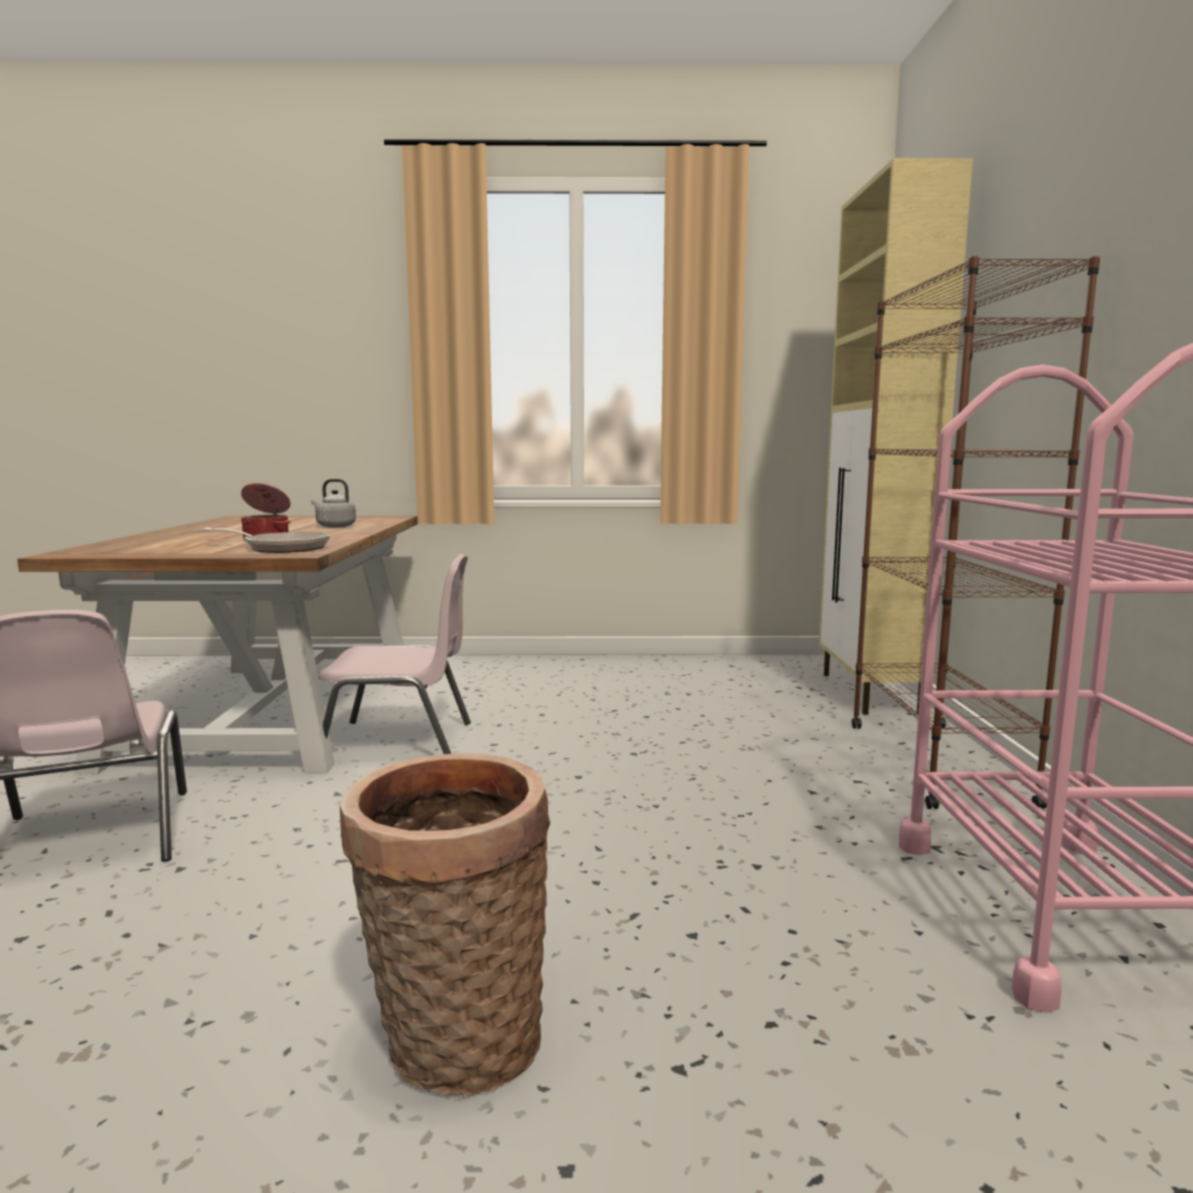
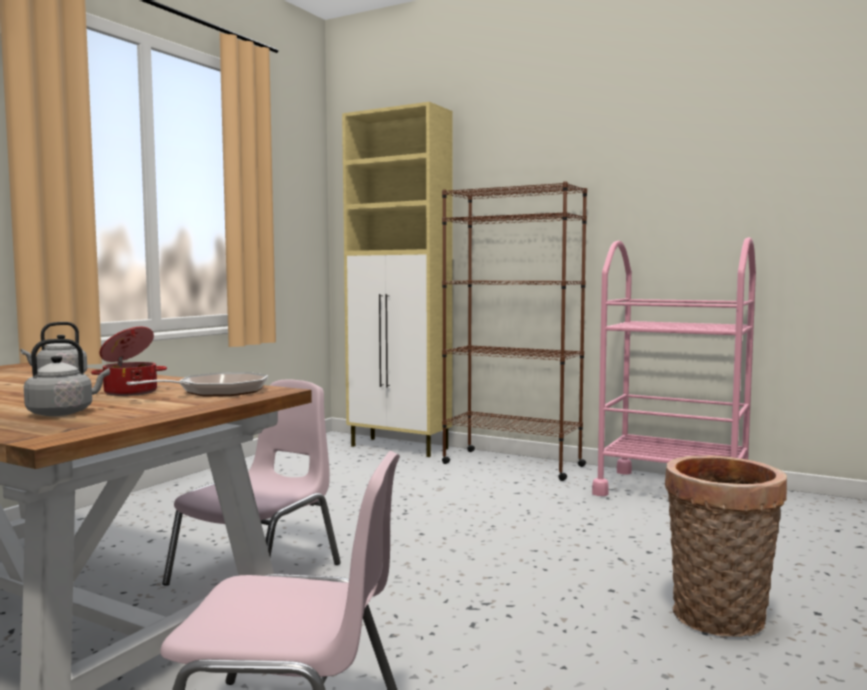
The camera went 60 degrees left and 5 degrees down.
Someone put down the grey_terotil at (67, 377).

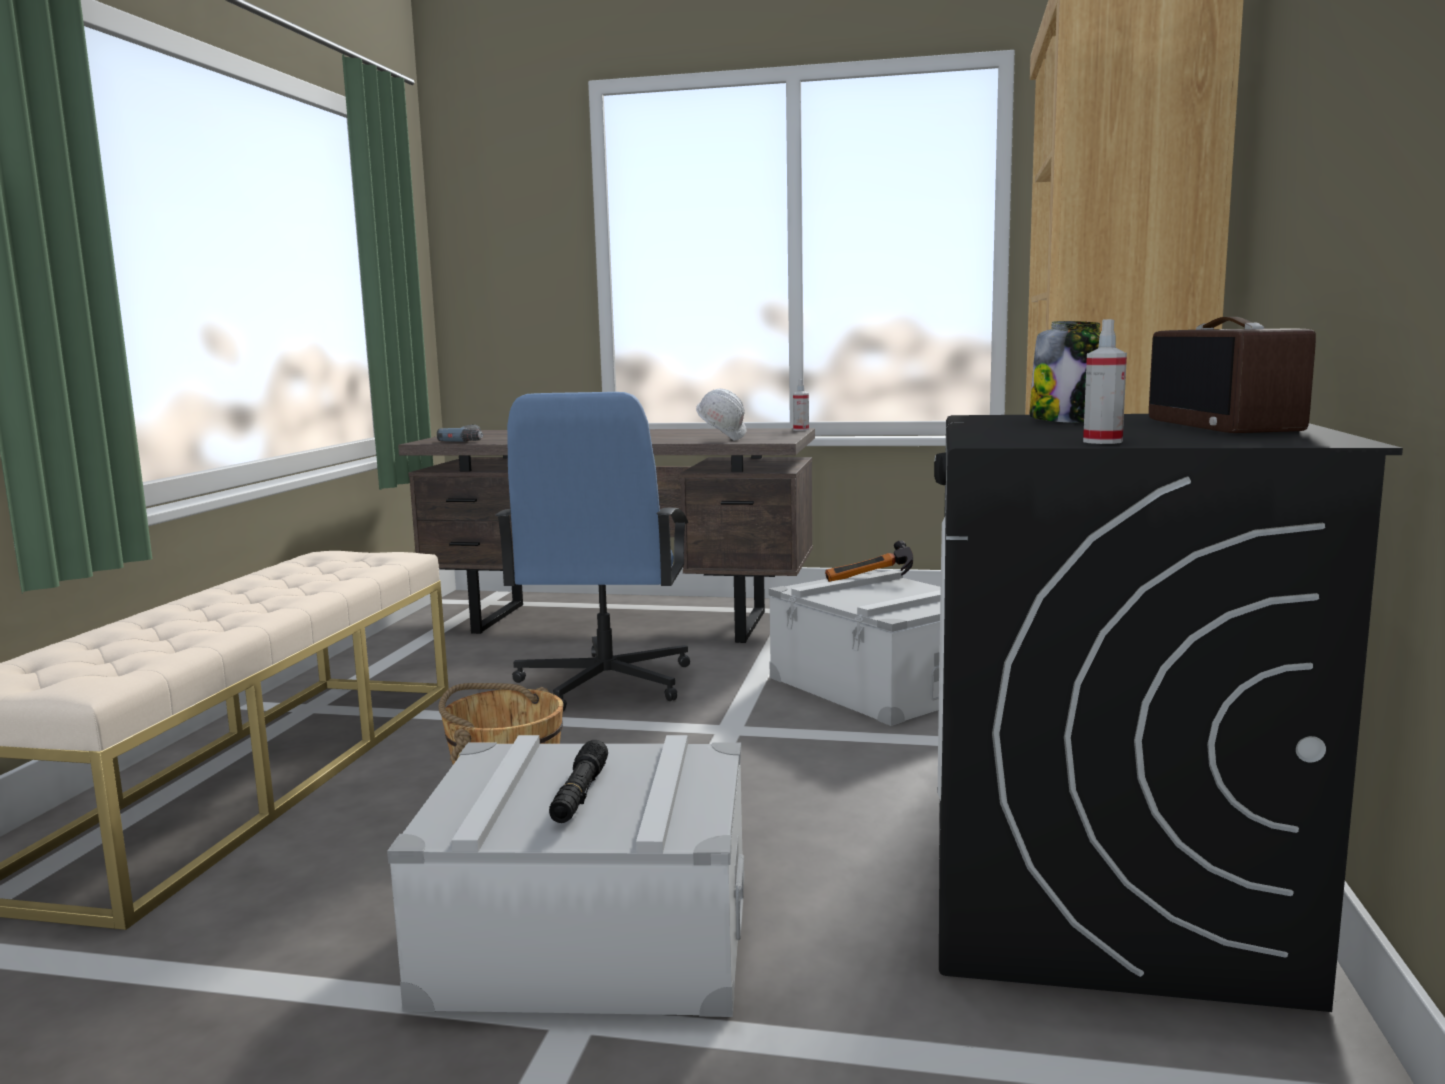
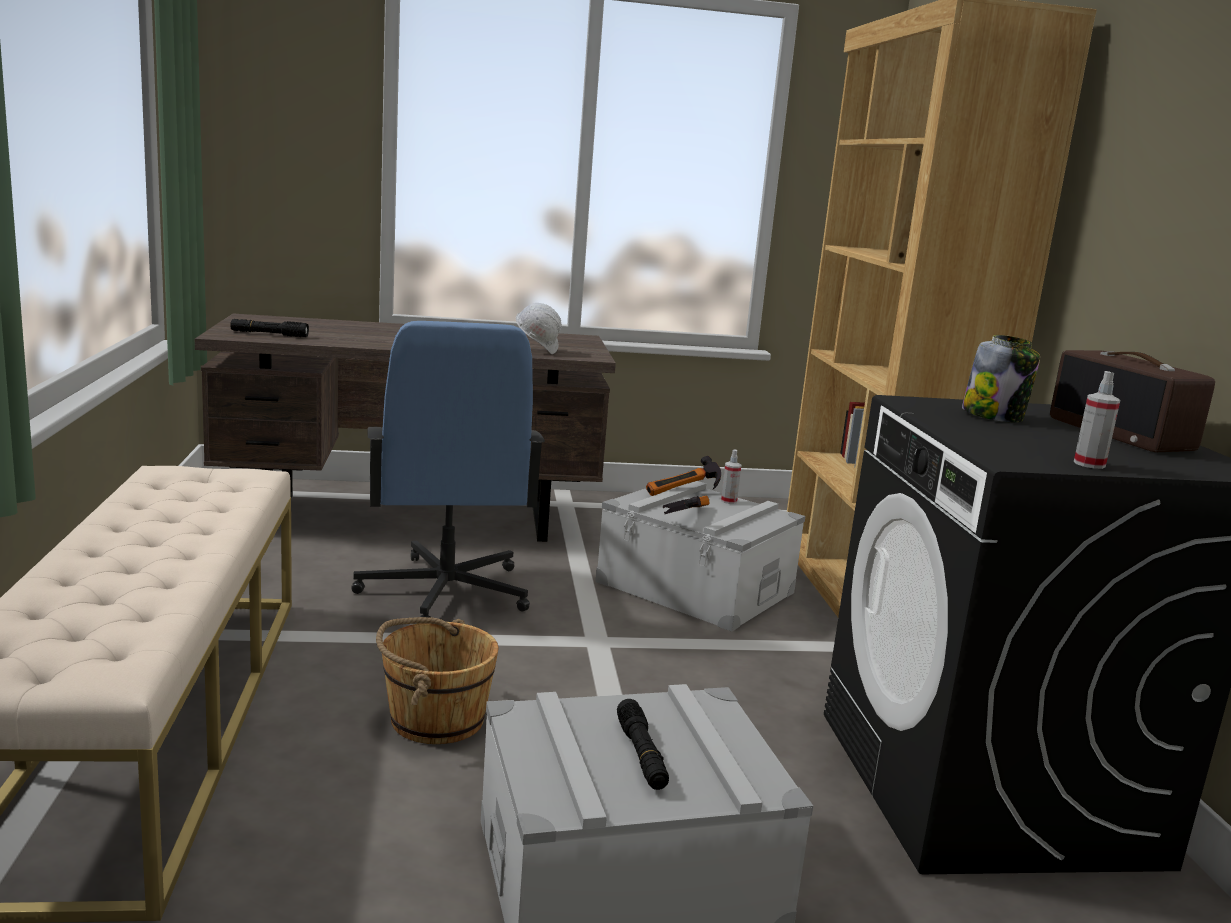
The camera went 20 degrees left and 5 degrees up.
Someone swapped the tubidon at (460, 433) for the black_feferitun at (269, 328).
Someone carried the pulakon from (801, 405) to (731, 477).
Someone put down the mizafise at (686, 504).

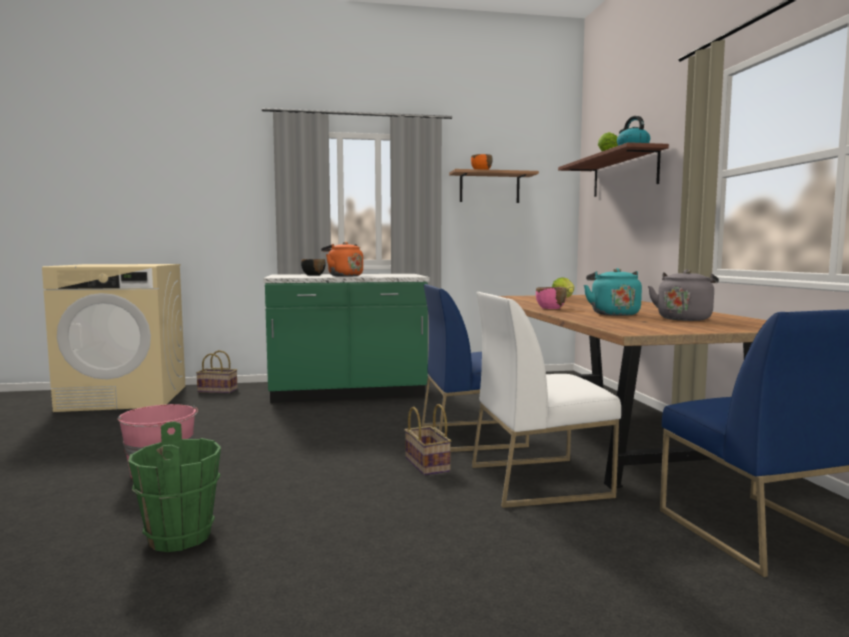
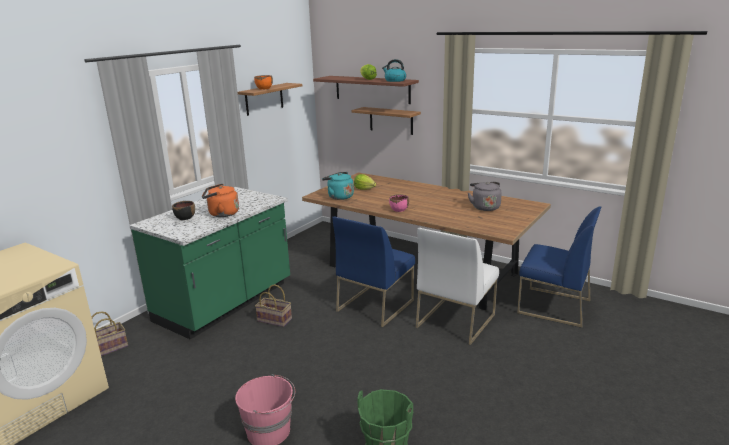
The camera went 45 degrees left and 15 degrees up.
Someone carried the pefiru from (428, 439) to (273, 305).
Someone carried the turquoise_terotil from (613, 292) to (338, 186).
Someone put up the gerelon at (386, 121).

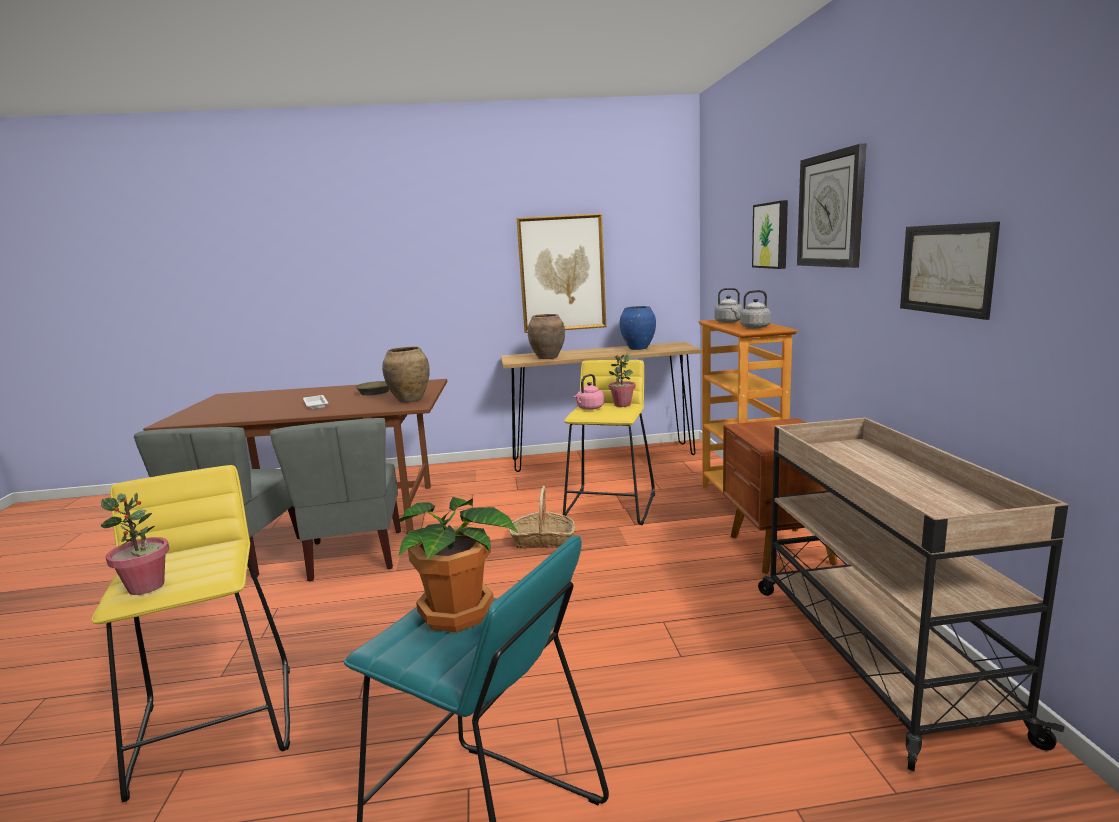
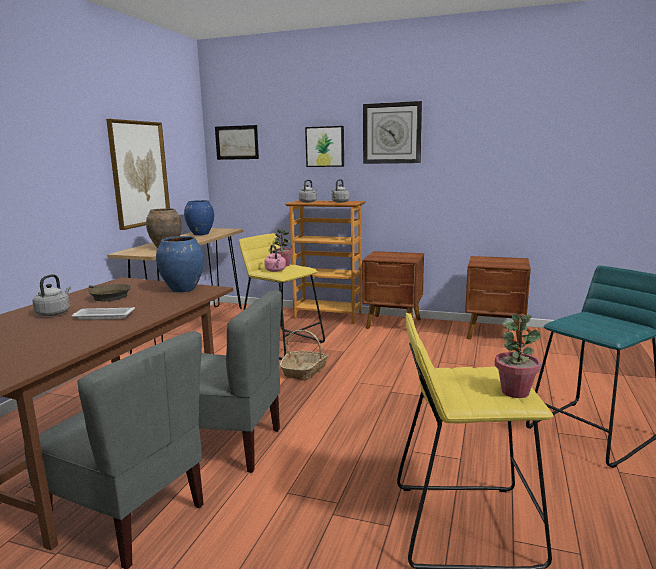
The camera went 65 degrees left and 0 degrees up.
Someone repainted the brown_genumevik at (406, 374), which became the blue_genumevik at (180, 264).
Someone took away the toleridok at (457, 564).
Someone swapped the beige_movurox at (913, 594) for the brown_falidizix at (498, 299).
Someone carried the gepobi from (950, 270) to (237, 142).
Someone put down the grey_terotil at (52, 295).

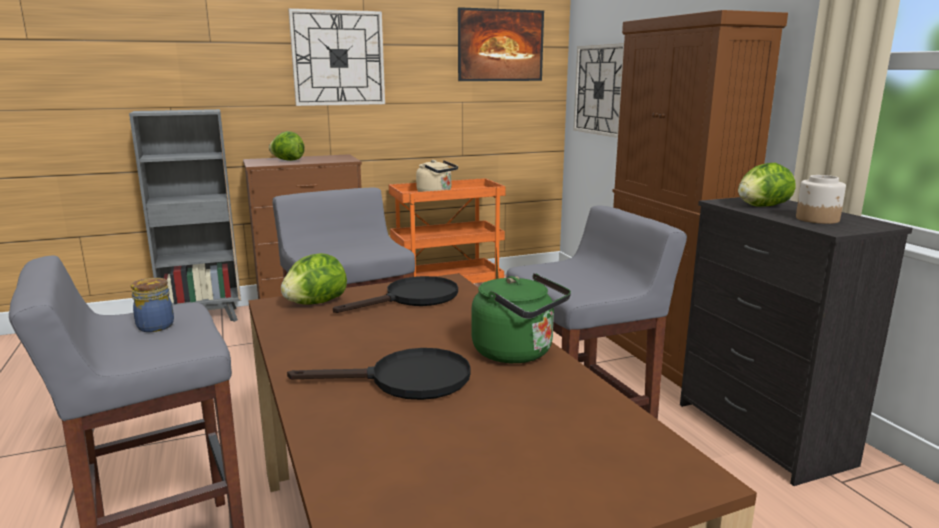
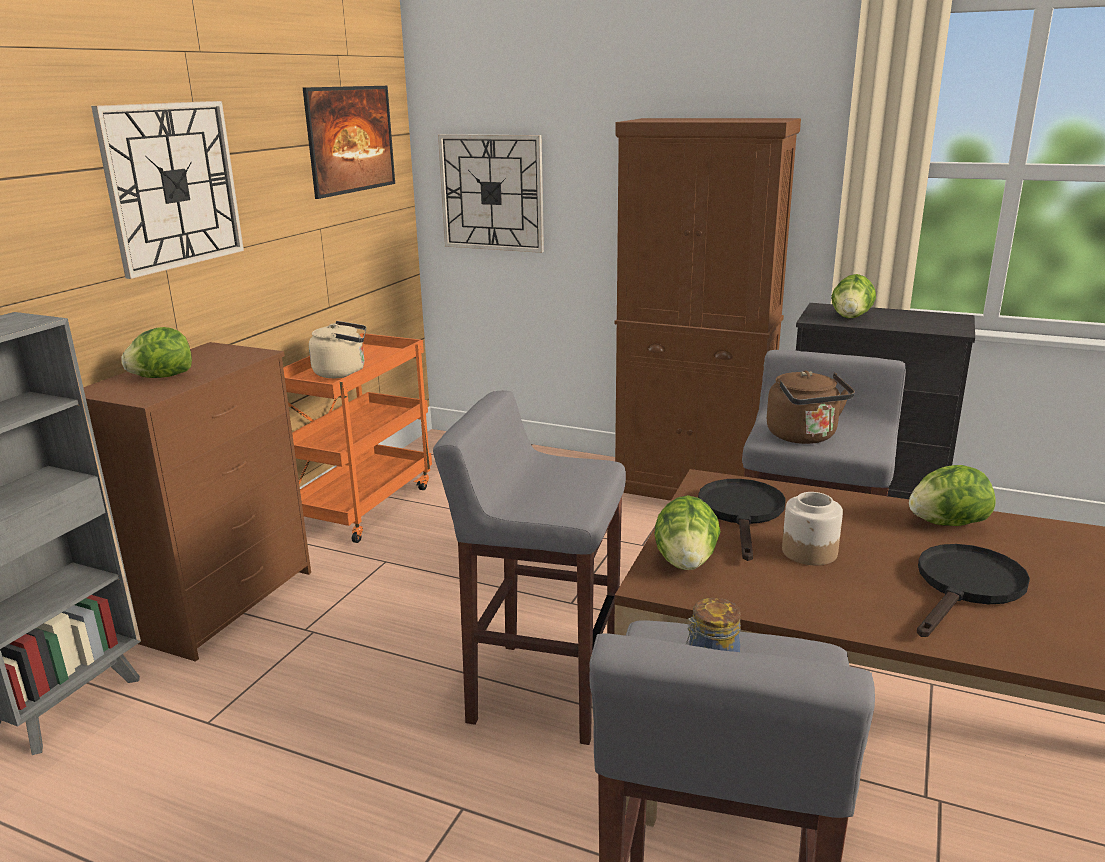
The camera went 45 degrees left and 5 degrees up.
Someone swapped the green_terotil at (521, 318) for the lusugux at (952, 495).
Someone carried the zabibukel from (821, 199) to (812, 528).
Someone put down the brown_terotil at (811, 407).

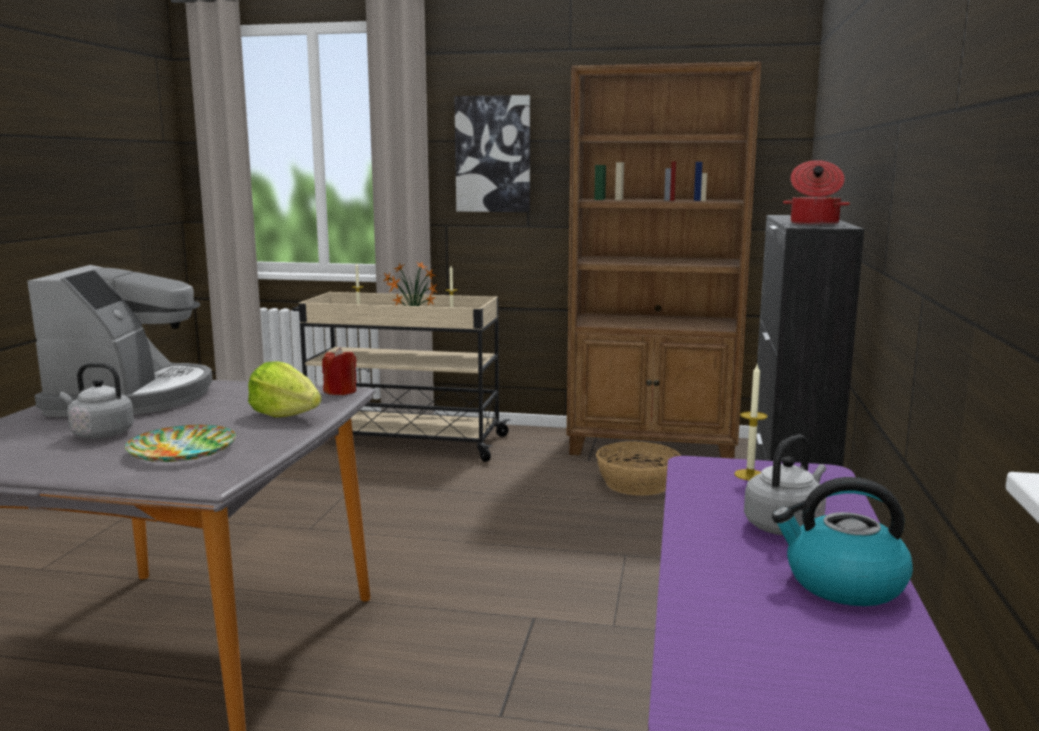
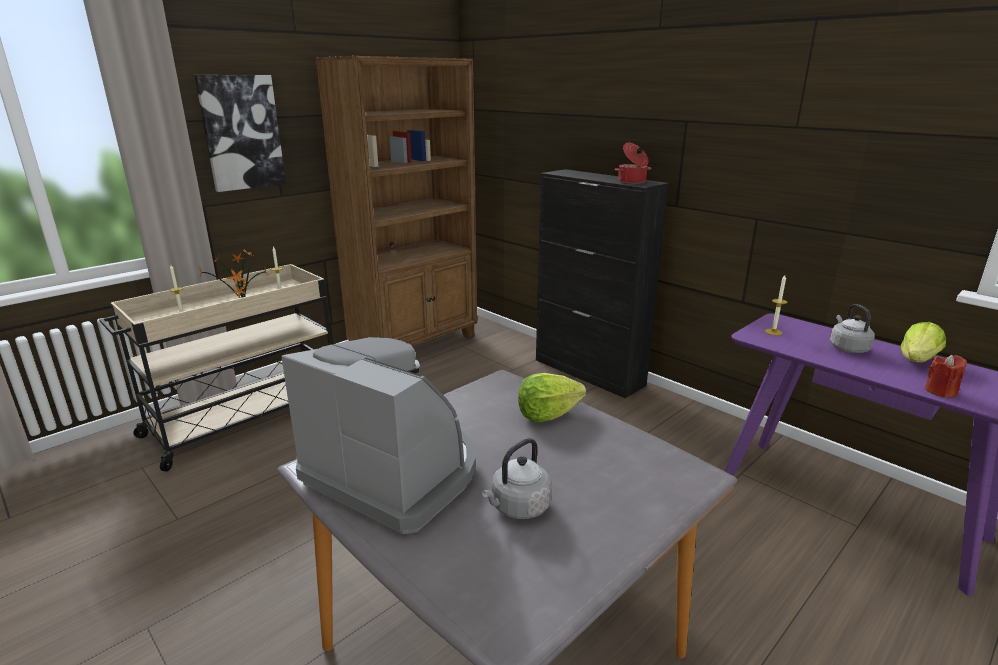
The camera went 55 degrees left and 10 degrees up.
Someone took away the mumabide at (180, 443).
Someone carried the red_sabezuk from (339, 371) to (946, 376).
Someone took away the pefiru at (638, 468).
Someone swapped the terotil at (842, 541) for the lusugux at (923, 342).

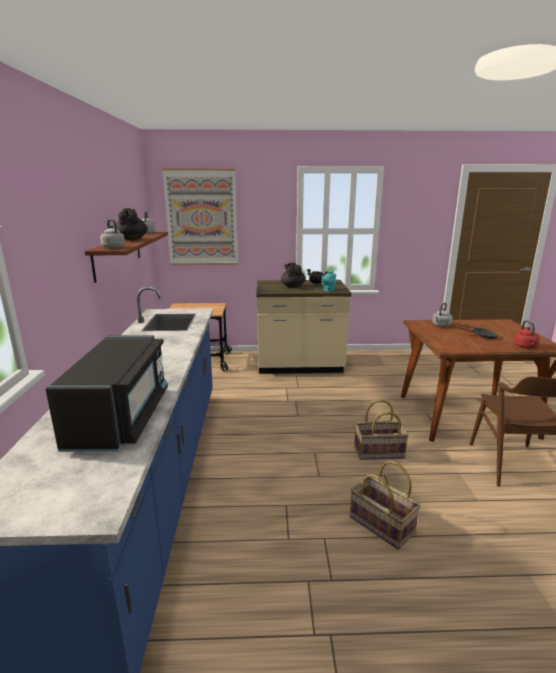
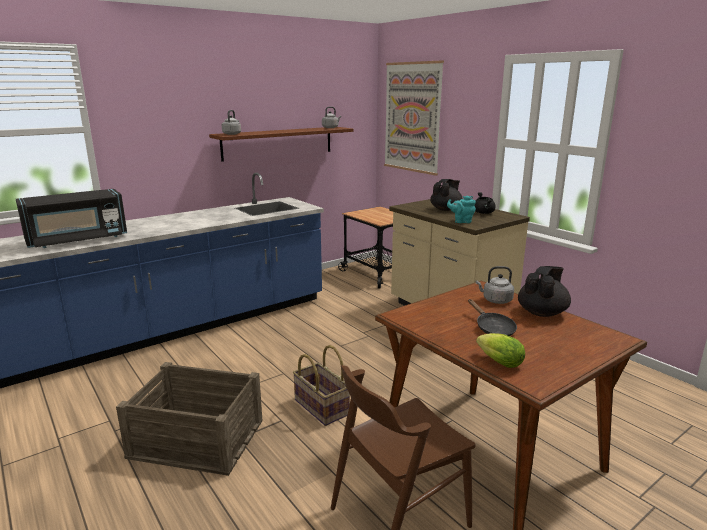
The camera went 55 degrees right and 0 degrees up.
Someone carried the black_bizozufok from (131, 224) to (544, 291).
Someone swapped the pefiru at (385, 505) for the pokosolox at (189, 419).
Someone swapped the red_terotil at (527, 334) for the lusugux at (500, 350).

